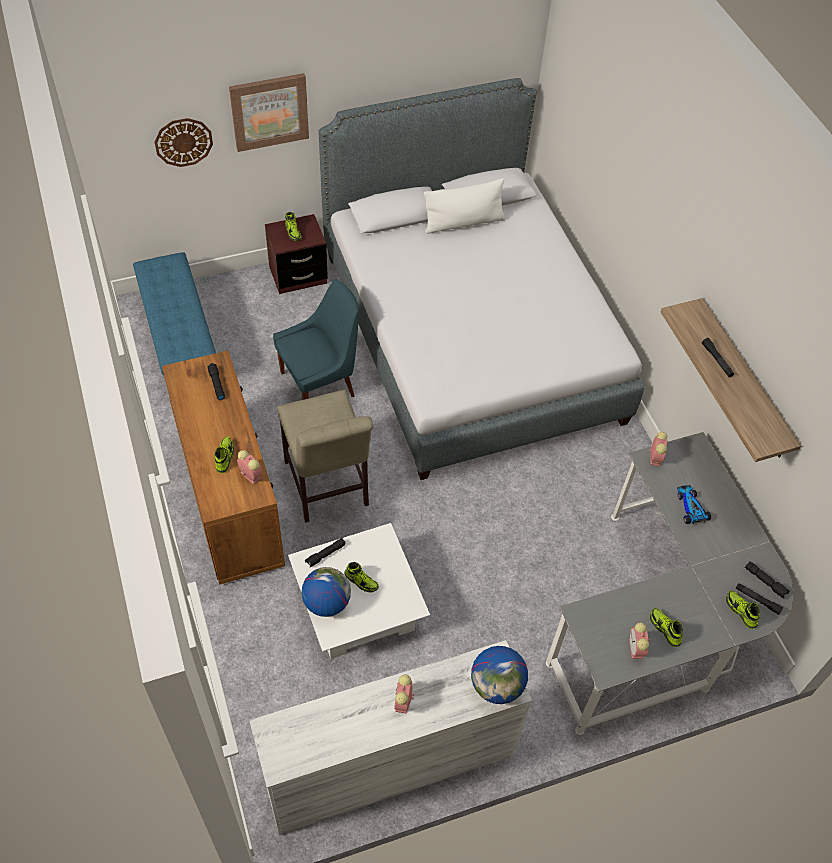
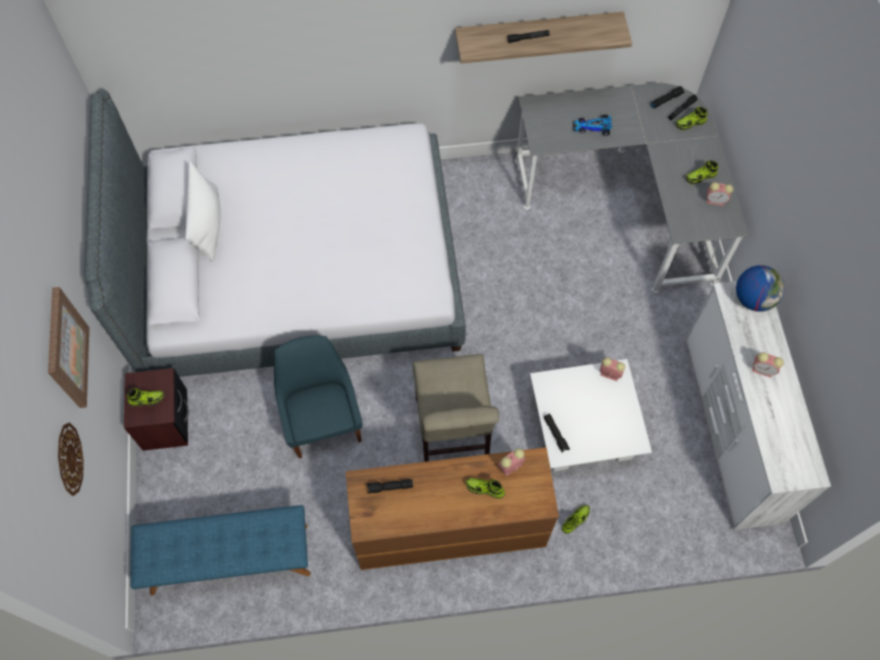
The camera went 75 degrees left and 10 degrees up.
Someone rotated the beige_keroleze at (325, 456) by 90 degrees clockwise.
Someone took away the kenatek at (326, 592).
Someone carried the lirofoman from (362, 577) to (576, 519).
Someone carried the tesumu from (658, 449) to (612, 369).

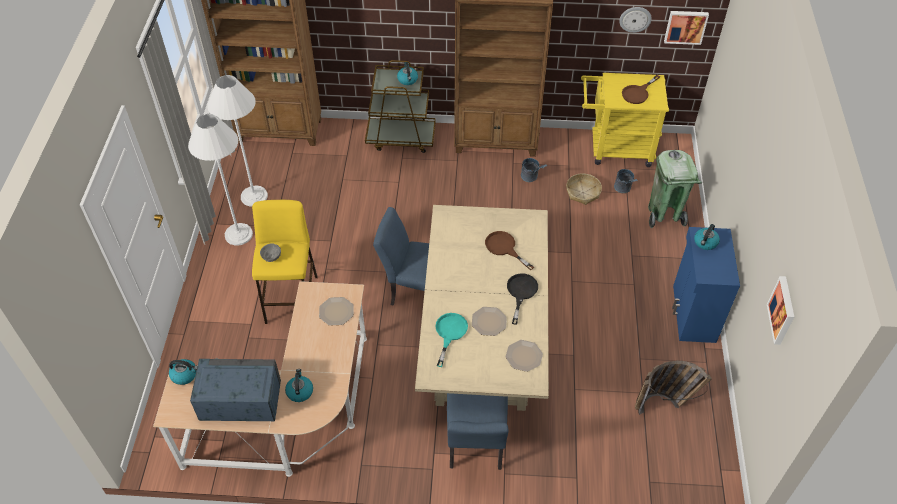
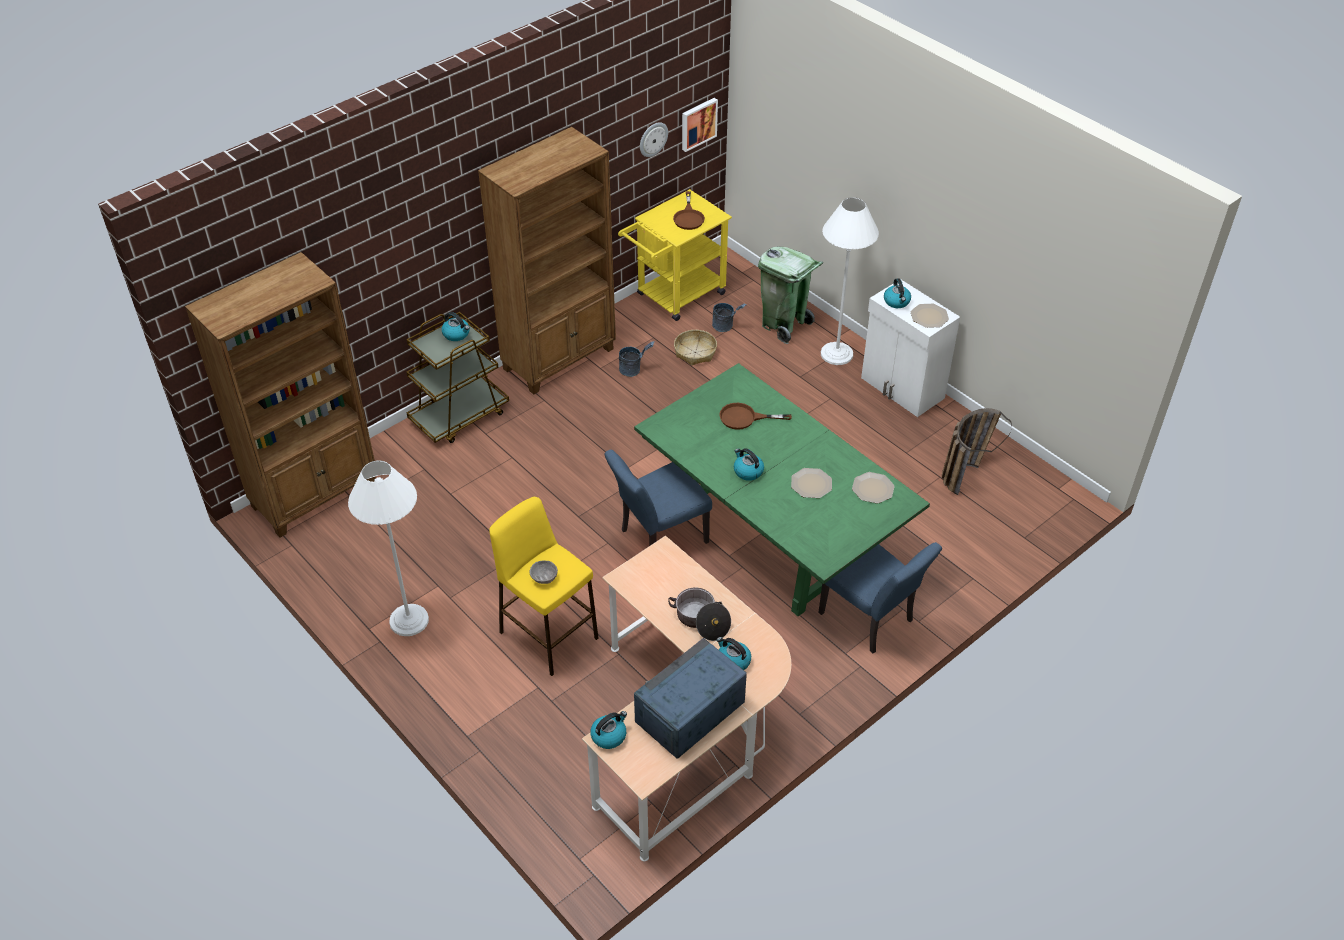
The camera went 45 degrees left and 5 degrees down.
Someone carried the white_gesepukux from (237, 141) to (850, 281).
Someone carried the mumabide from (336, 311) to (930, 316).
Someone repainted the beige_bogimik at (482, 308), which became the green_bogimik at (782, 489).
Someone took away the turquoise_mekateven at (451, 340).
Someone took away the black_mekateven at (522, 299).
Someone repainted the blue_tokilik at (706, 285), which became the white_tokilik at (910, 348).
Someone took away the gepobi at (780, 310).
Someone put down the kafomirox at (699, 614).
Someone put down the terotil at (749, 464).

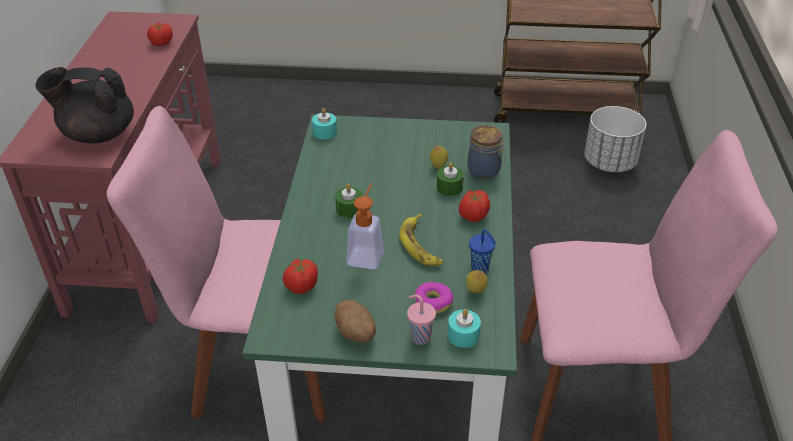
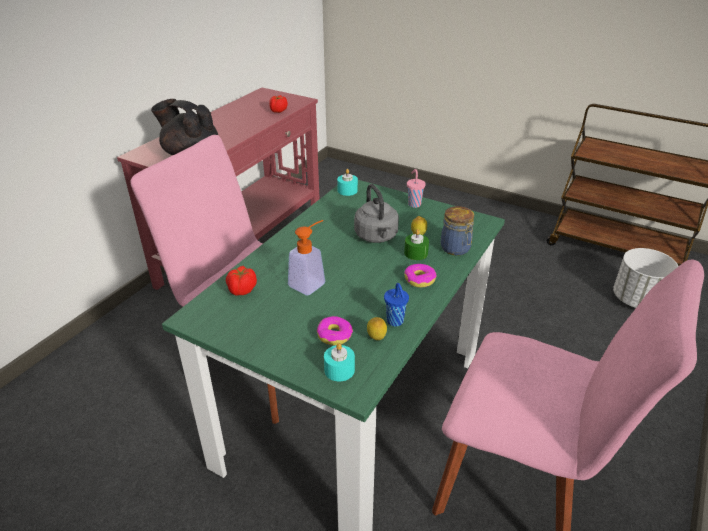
The camera went 25 degrees right and 5 degrees down.
Someone took away the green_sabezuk at (349, 201).
Someone took away the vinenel at (355, 321).
Someone took away the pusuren at (421, 240).
Someone carried the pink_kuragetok from (421, 319) to (416, 188).
Someone swapped the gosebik at (474, 206) for the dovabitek at (420, 275).
Someone put down the grey_terotil at (376, 213).

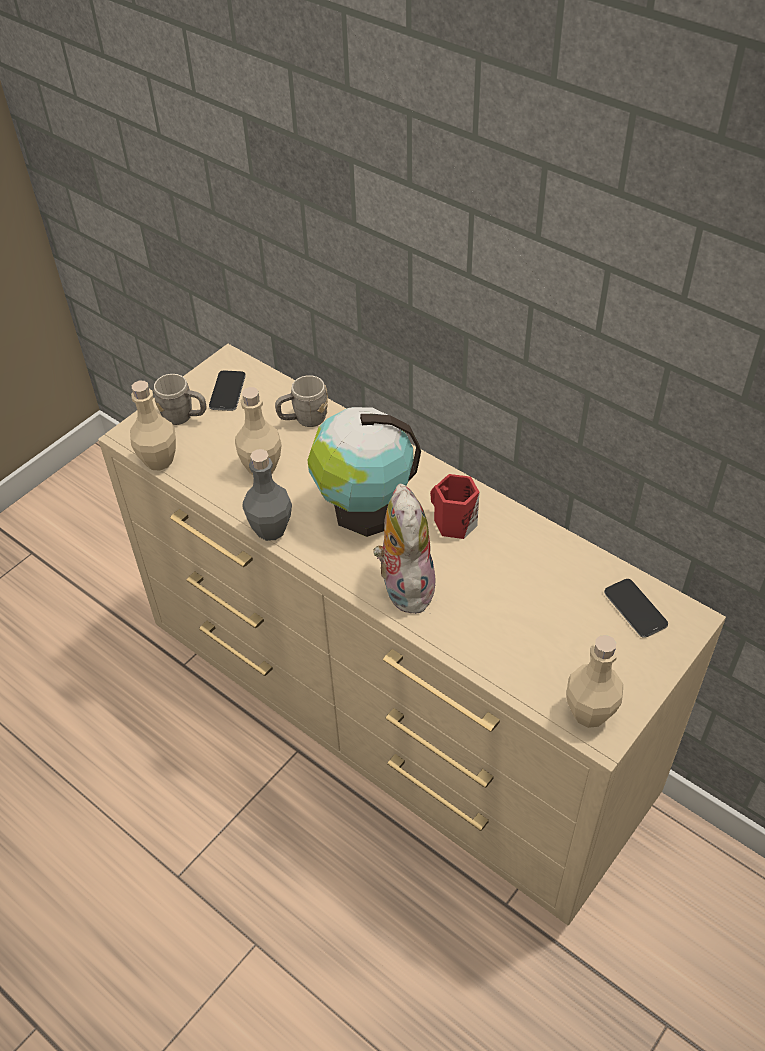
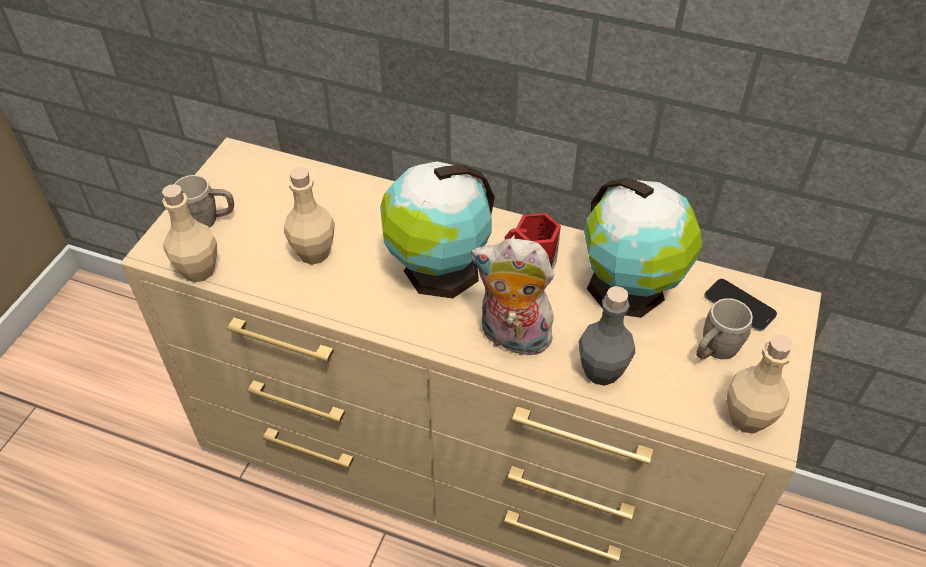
The camera went 20 degrees left and 0 degrees up.
Someone took away the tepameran at (227, 391).
Someone carried the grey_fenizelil from (267, 495) to (607, 336).
Someone carried the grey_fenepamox from (301, 401) to (724, 329).
Someone rotated the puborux at (405, 548) by 45 degrees counterclockwise.
Someone put down the kenatek at (643, 248).

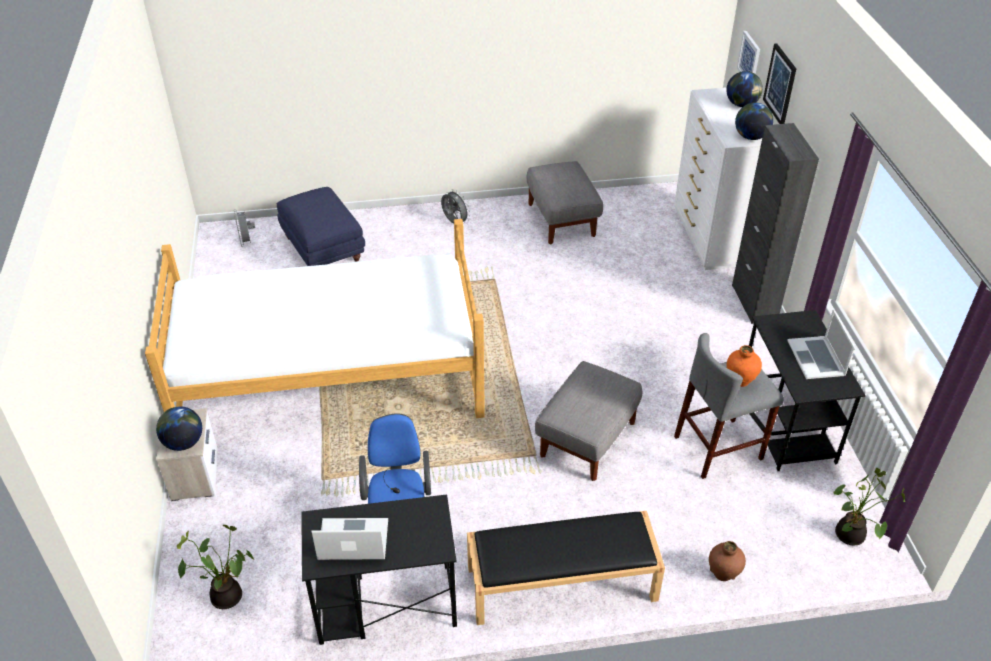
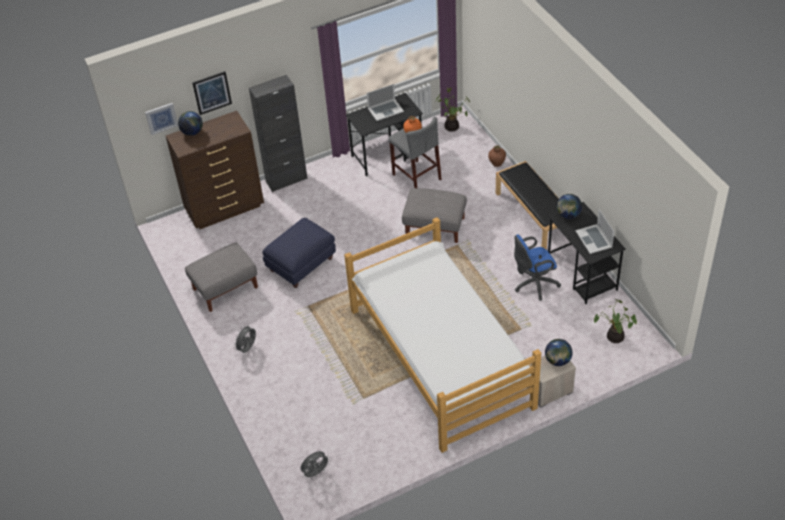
The camera went 105 degrees left and 5 degrees up.
Someone carried the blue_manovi from (321, 226) to (299, 253).
Someone repainted the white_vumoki at (718, 178), which became the brown_vumoki at (215, 170).
Someone carried the kenatek from (754, 121) to (569, 206).

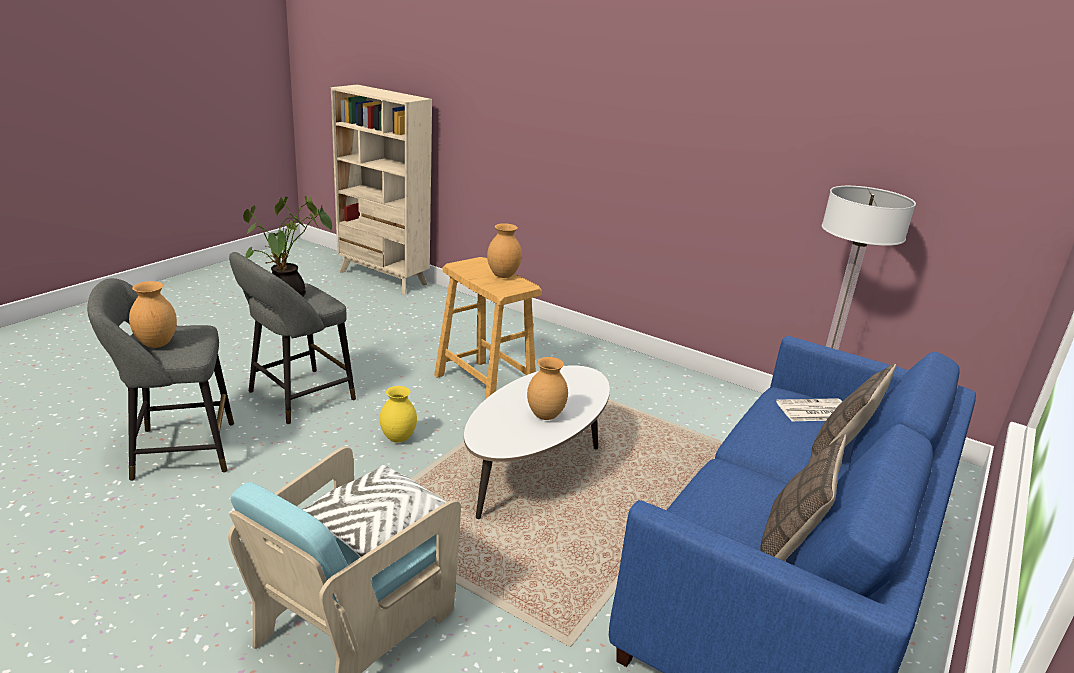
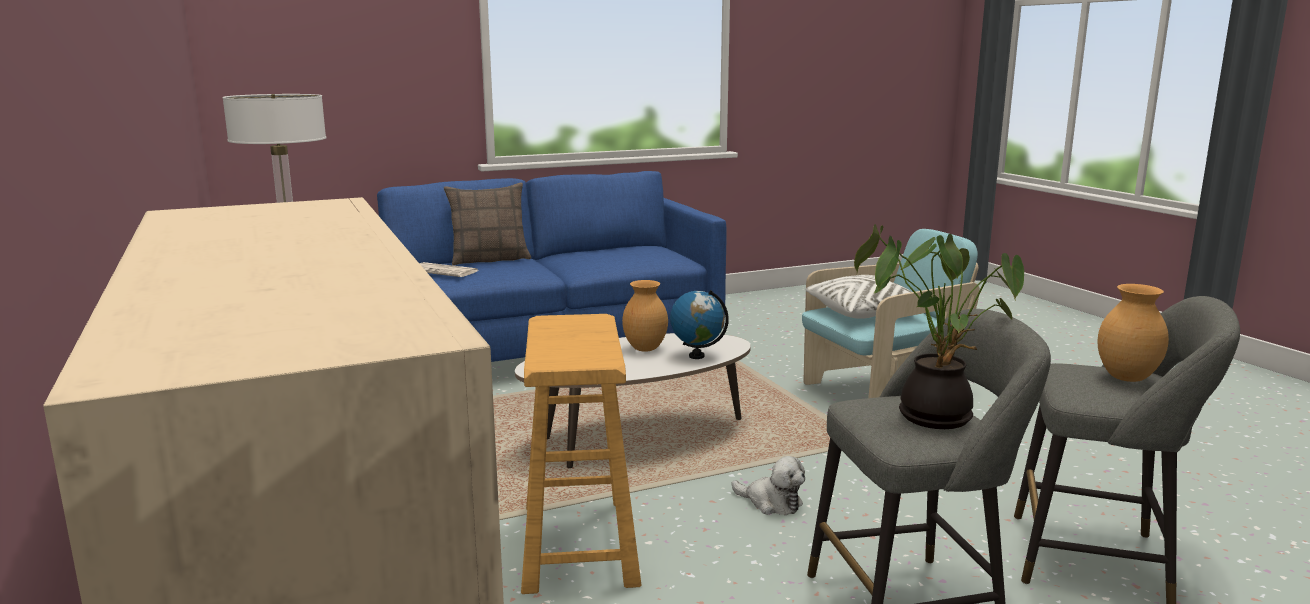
The camera went 145 degrees left and 10 degrees down.
Someone swapped the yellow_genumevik at (398, 414) for the puborux at (768, 485).
Someone took away the brown_genumevik at (504, 250).
Someone took away the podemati at (803, 497).
Someone put down the kenatek at (699, 324).

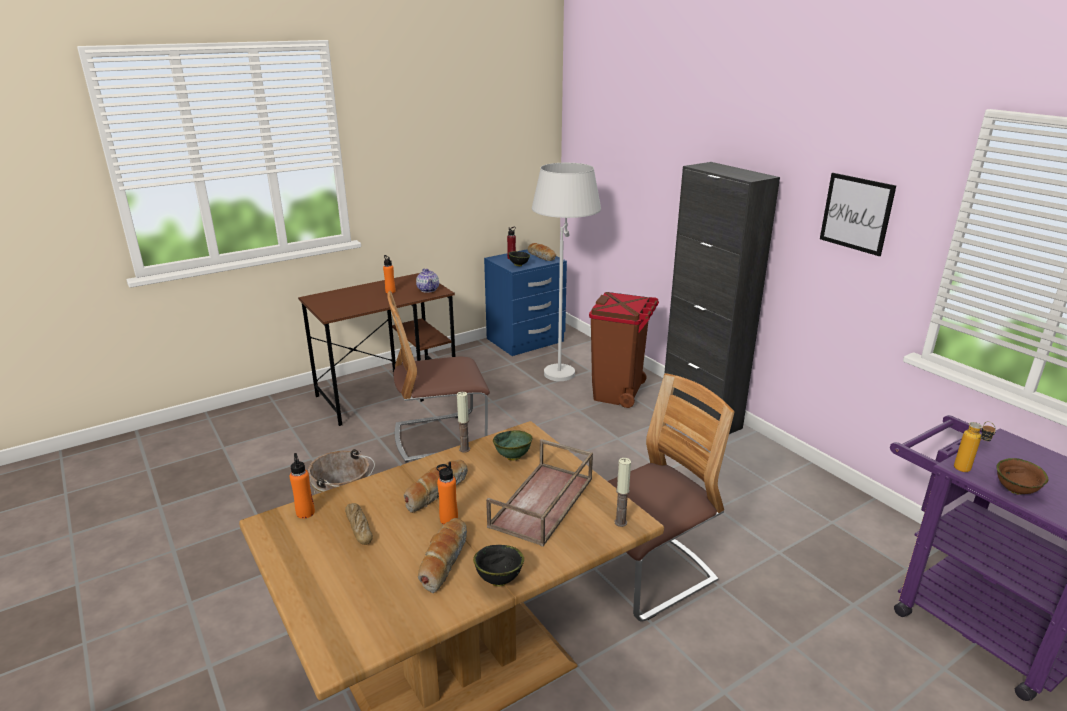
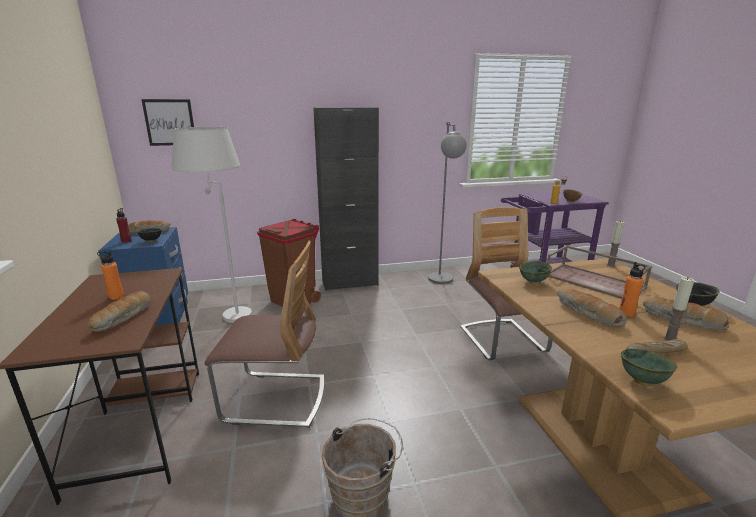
The camera went 70 degrees left and 5 degrees down.
Someone swapped the orange_fenizelil at (302, 486) for the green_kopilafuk at (649, 367).
Someone rotated the keroleze at (438, 376) by 90 degrees counterclockwise.
Someone took away the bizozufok at (427, 281).
Someone carried the sabezuk from (463, 422) to (679, 309).
Someone carried the gepobi from (858, 214) to (167, 122).
Someone put down the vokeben at (119, 311).
Someone put down the grey_gesepukux at (447, 203).

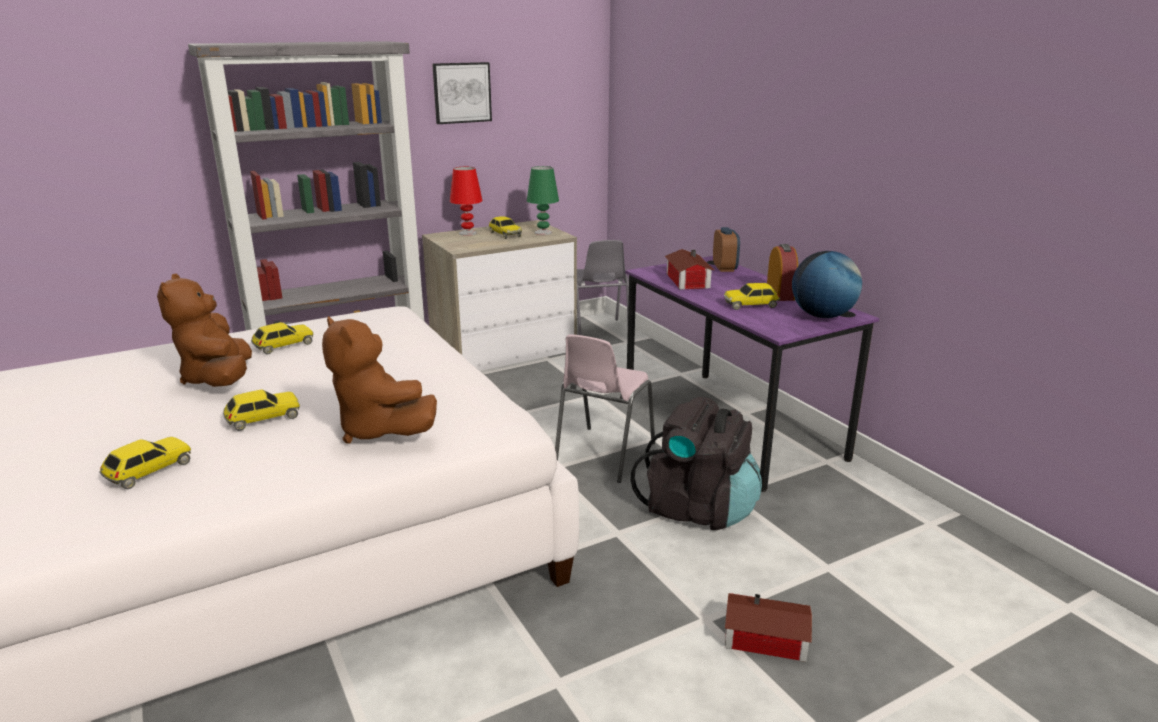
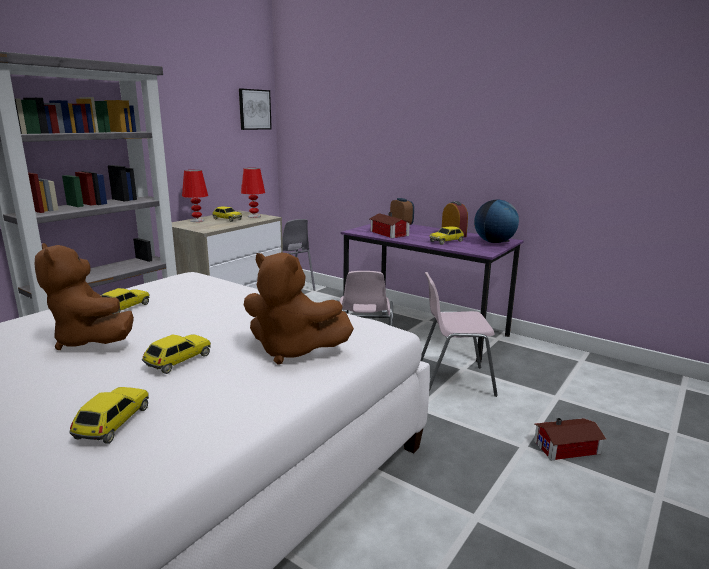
The camera went 25 degrees left and 5 degrees down.
Someone carried the gepobi from (462, 93) to (255, 109).
Someone repainted the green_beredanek at (543, 200), which became the red_beredanek at (253, 193).
Someone swapped the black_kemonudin at (696, 463) for the pink_keroleze at (459, 334).

